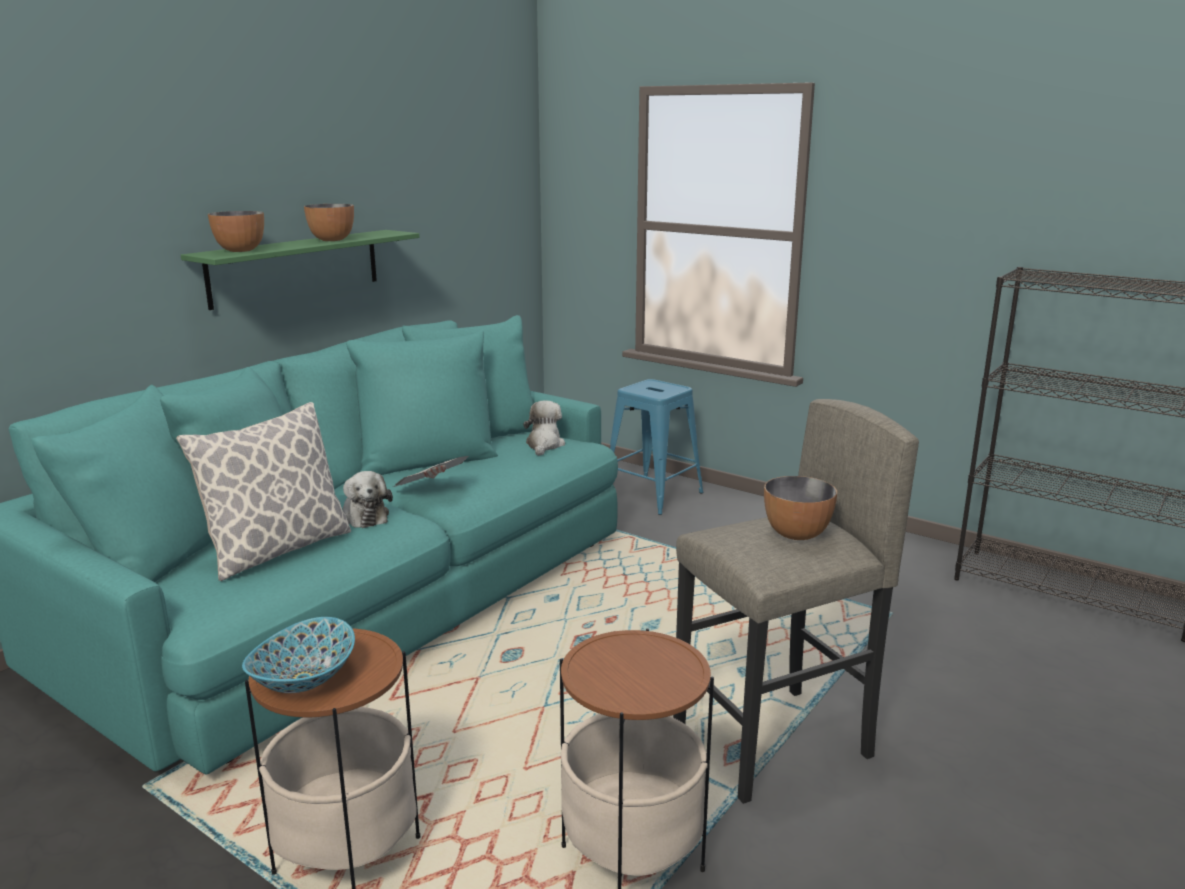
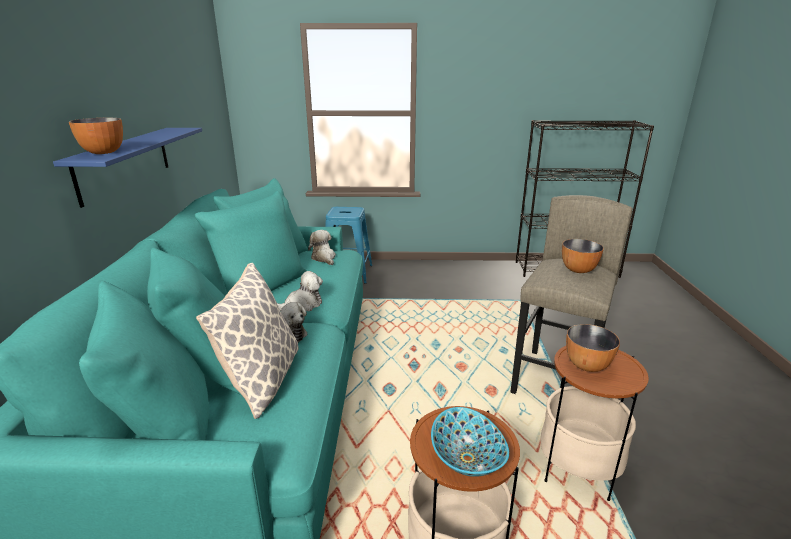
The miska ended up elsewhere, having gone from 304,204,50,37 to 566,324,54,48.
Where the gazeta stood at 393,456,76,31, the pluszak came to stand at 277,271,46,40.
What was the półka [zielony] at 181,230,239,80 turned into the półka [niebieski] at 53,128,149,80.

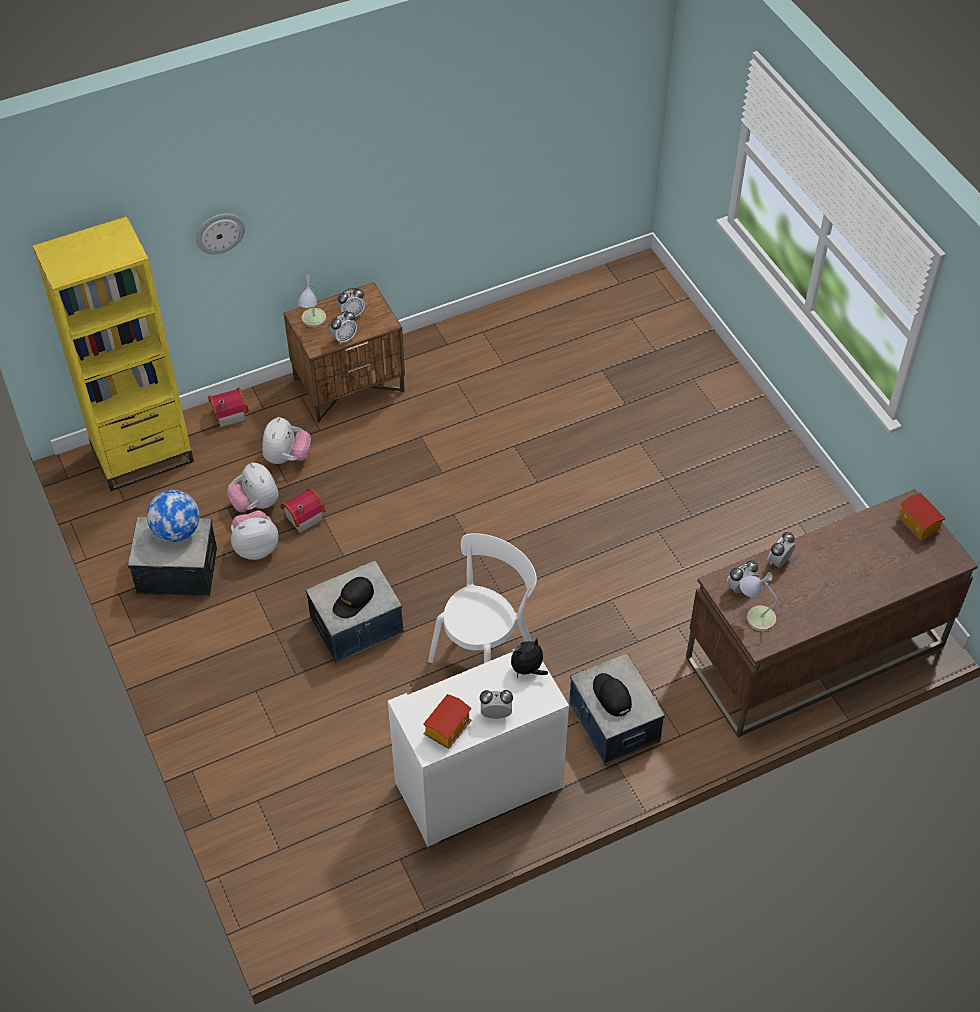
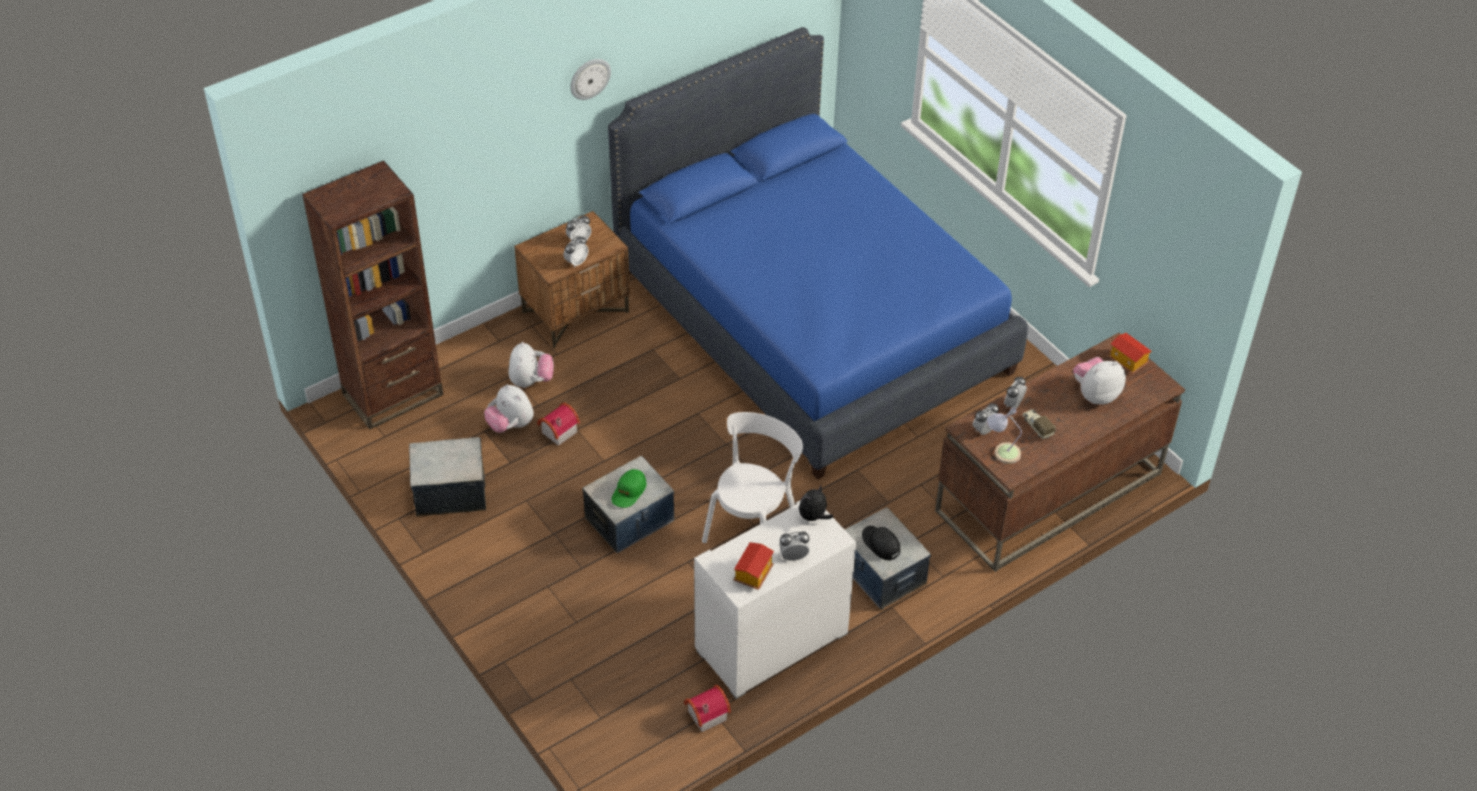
The second view lost the globus at 147,490,53,52.
The second view lost the lampa stołowa at 298,274,28,54.
The second view gained the łóżko [niebieski] at 608,27,420,452.
The second view gained the ciężarówka zabawkowa at 1022,409,34,30.
The zegar ścienny ended up elsewhere, having gone from 196,214,49,40 to 570,59,41,41.
The domek ended up elsewhere, having gone from 208,387,41,40 to 684,685,47,47.
The pluszak ended up elsewhere, having gone from 231,510,48,50 to 1073,357,53,47.
What was the regał [żółty] at 33,216,161,275 turned into the regał [brązowy] at 302,160,141,270.
What was the czapka z daszkiem [czarny] at 333,577,41,41 turned into the czapka z daszkiem [zielony] at 611,469,36,39.

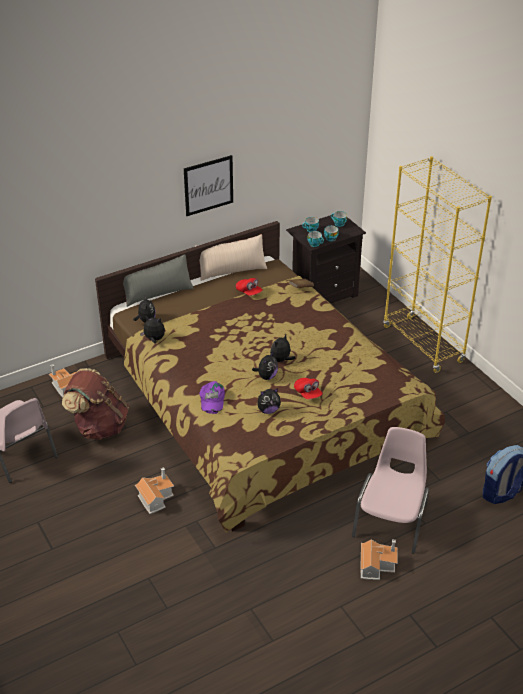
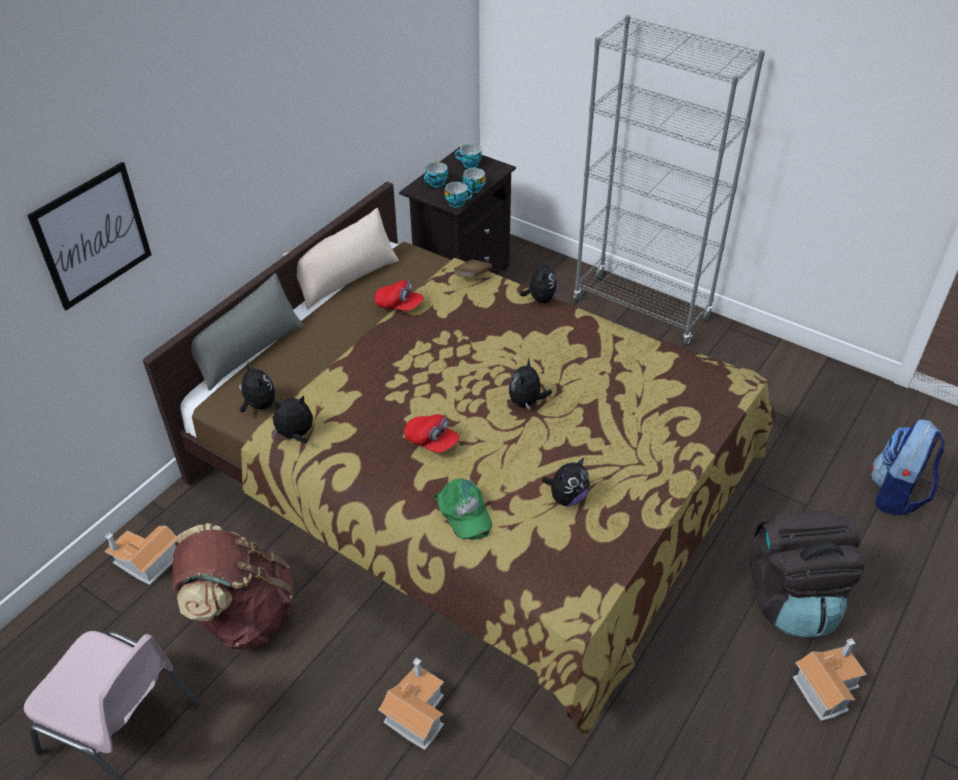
The obraz ended up elsewhere, having gone from 184,155,49,61 to 27,162,125,148.
The pluszak ended up elsewhere, having gone from 252,351,26,29 to 520,259,38,44.
The czapka z daszkiem [czerwony] ended up elsewhere, having gone from 294,378,29,21 to 404,414,55,39.
Where the krzesło [różowy] stood at 352,427,77,127, the plecak [czarny] came to stand at 750,511,115,127.
What was the czapka z daszkiem [fioletowy] at 200,381,25,33 turned into the czapka z daszkiem [zielony] at 433,478,59,62.
What was the regał [żółty] at 383,156,109,217 turned into the regał [szary] at 574,15,191,330.

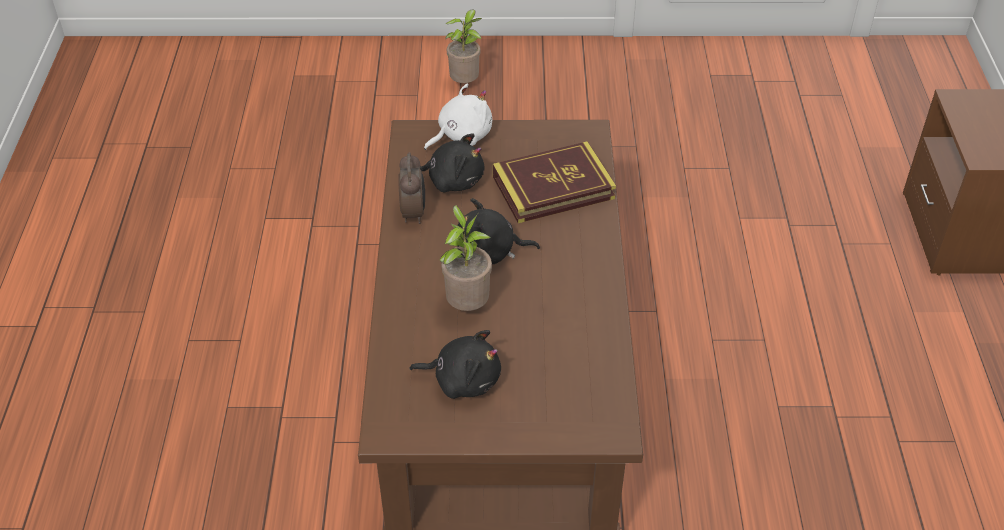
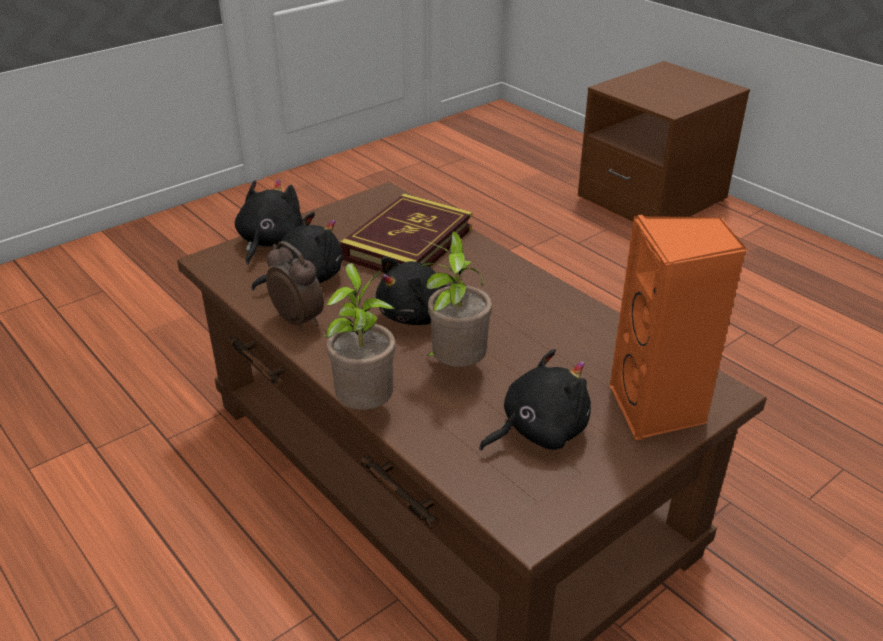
The second view gained the głośnik [pomarańczowy] at 610,215,137,225.
The roślina doniczkowa ended up elsewhere, having gone from 445,9,37,74 to 324,263,71,147.
What was the pluszak [biały] at 424,83,68,67 turned into the pluszak [czarny] at 235,179,68,86.

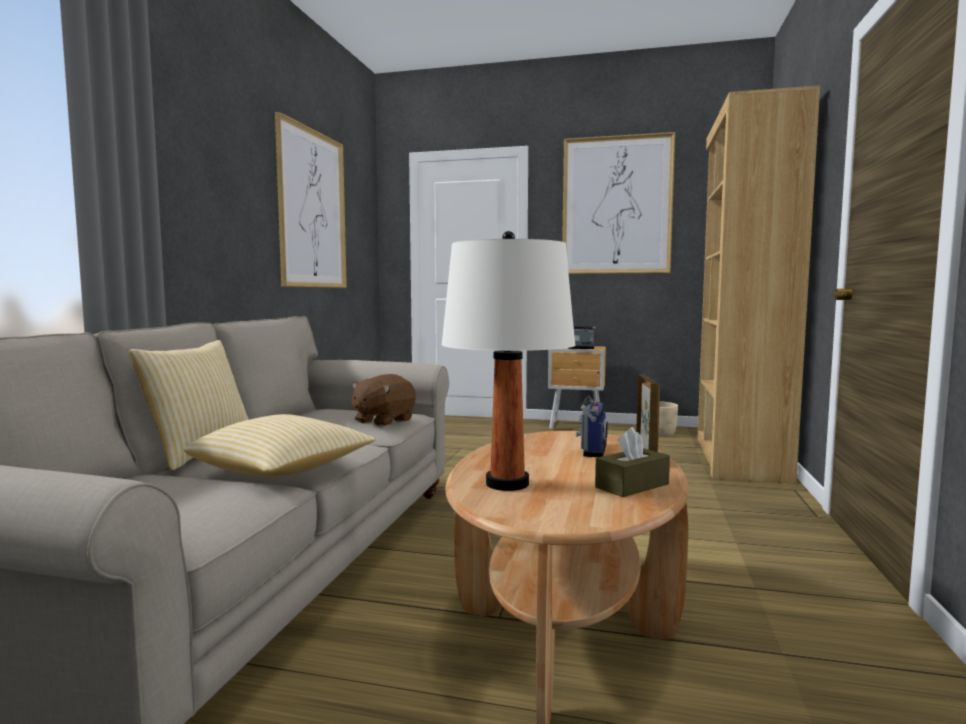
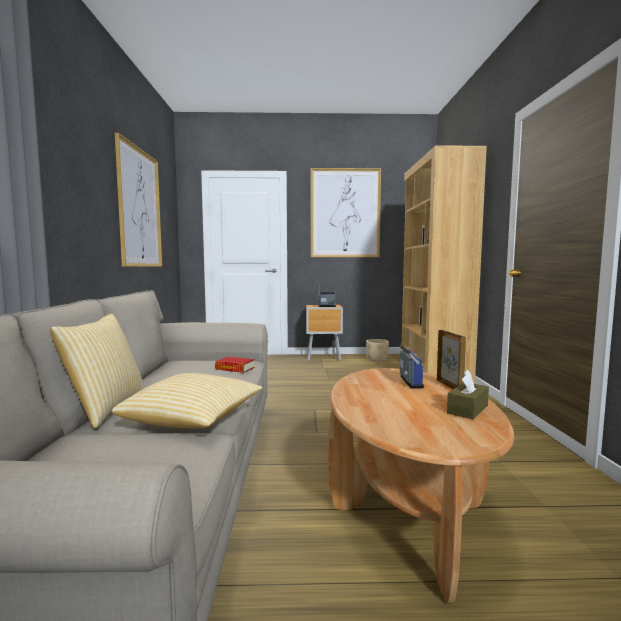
The second view lost the lampa stołowa [biały] at 441,231,134,260.
Where the pluszak [brązowy] stood at 351,374,65,53, the książka came to stand at 215,357,39,16.

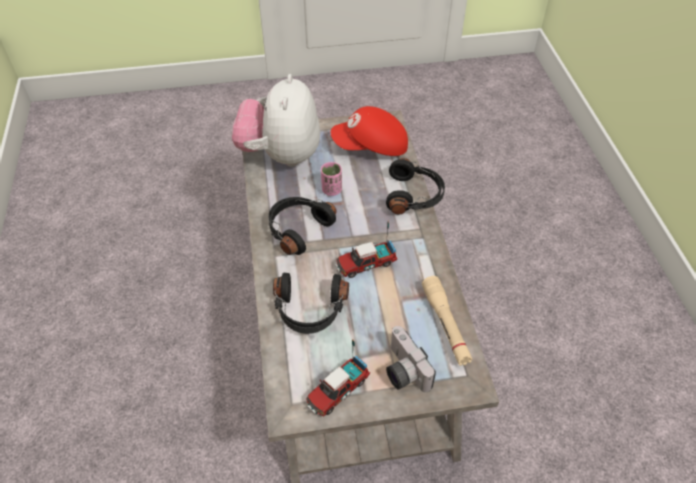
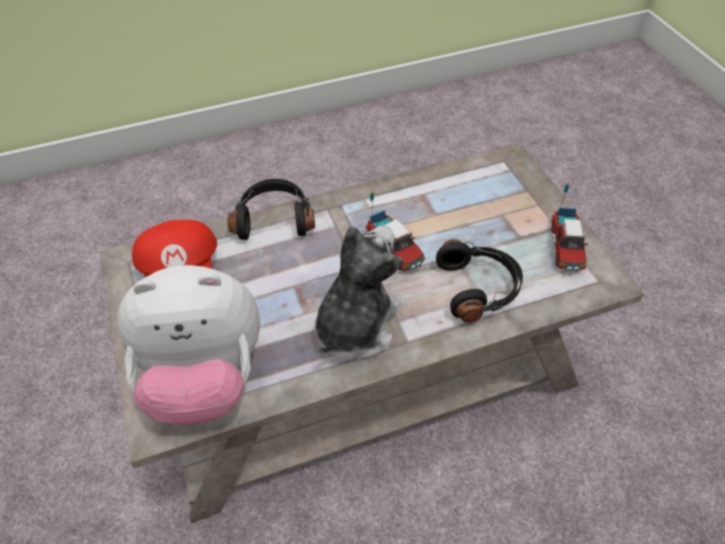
The second view lost the filiżanka [różowy] at 321,162,21,34.
The second view lost the aparat fotograficzny at 386,326,50,66.
The second view lost the latarka [beżowy] at 422,276,50,90.
Where the słuchawki [czarny] stood at 268,197,69,58, the pluszak came to stand at 314,226,89,133.
The ciężarówka zabawkowa at 306,340,64,76 ended up facing another way, 60 degrees clockwise from before.

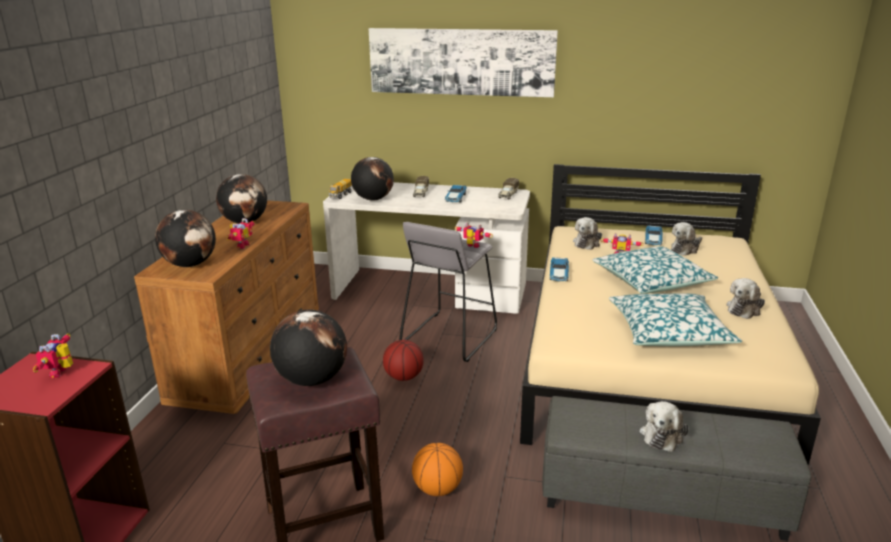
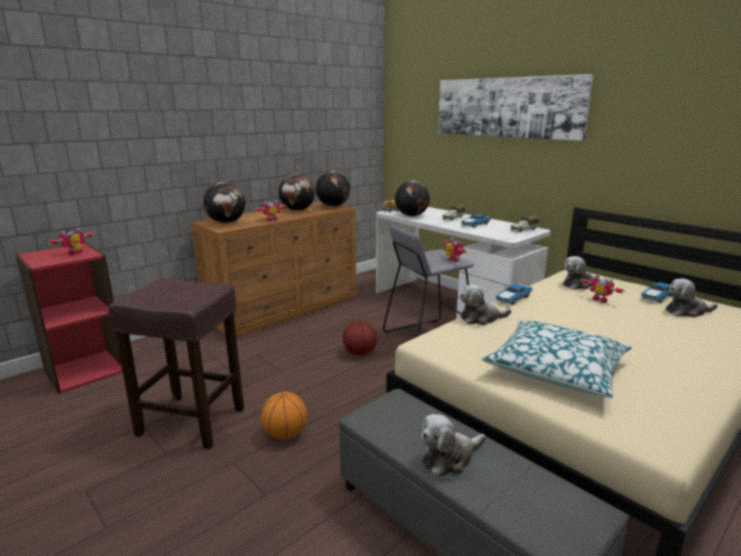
The second view lost the poduszka at 592,246,126,48.
The globus ended up elsewhere, having gone from 270,310,77,76 to 316,171,34,36.
The pluszak ended up elsewhere, having gone from 727,278,38,41 to 460,285,51,40.

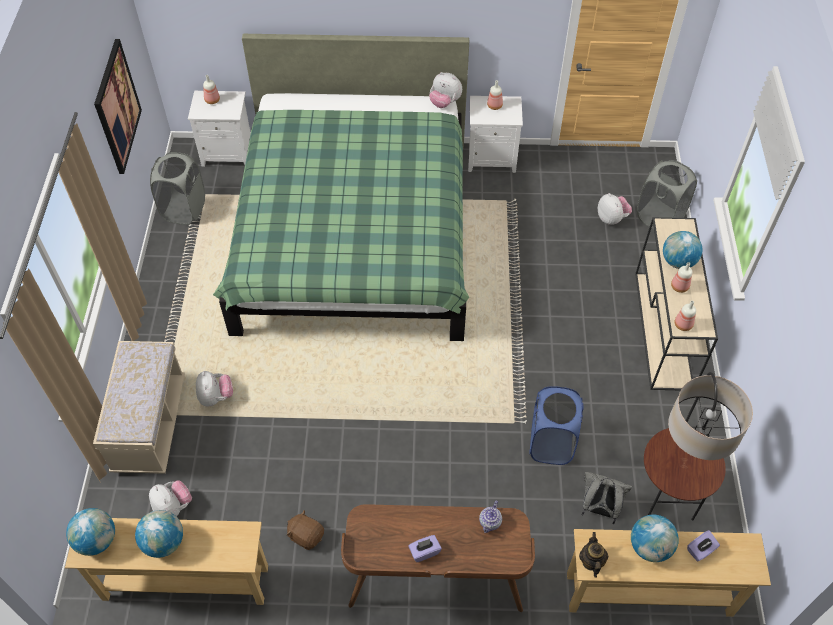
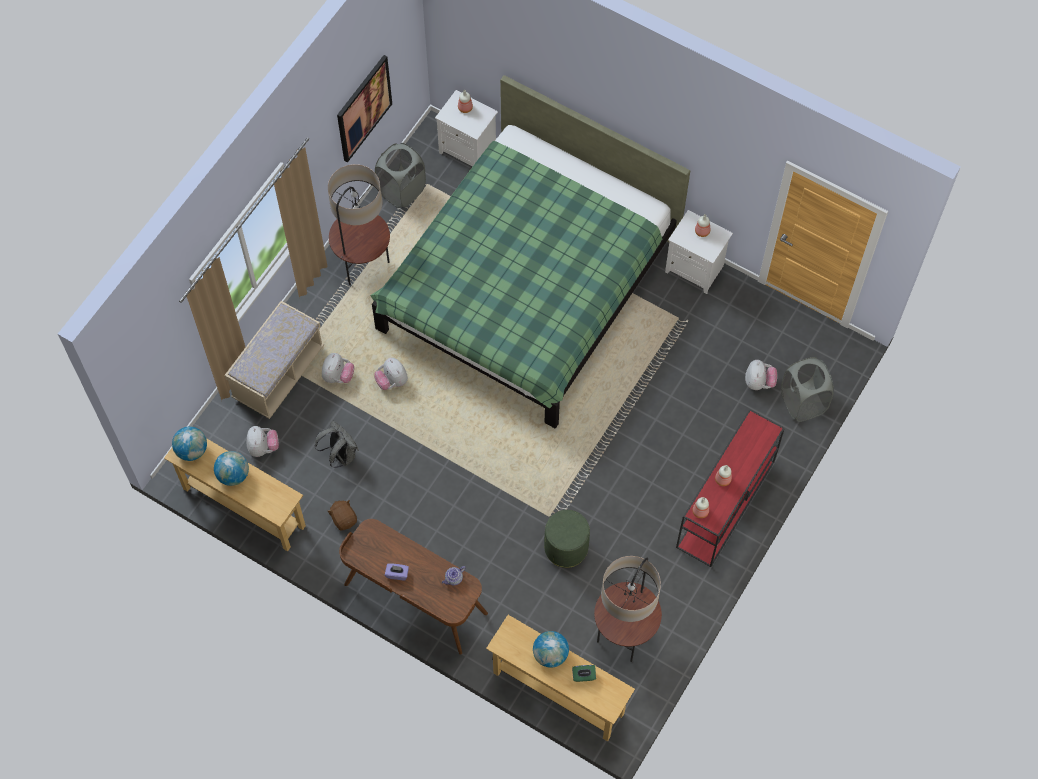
The second view lost the imbryk at 579,532,30,46.
The second view lost the globus at 663,231,39,38.
The second view gained the lampa stojąca at 328,164,62,121.
The pluszak ended up elsewhere, having gone from 429,72,33,36 to 374,358,34,32.
The plecak [szary] ended up elsewhere, having gone from 582,472,50,52 to 315,420,44,48.
Where the kosz na pranie [niebieski] stood at 529,386,55,79, the pufa [zielony] came to stand at 544,510,46,58.
What was the stolik konsolowy [beżowy] at 635,217,83,173 turned into the stolik konsolowy [czerwony] at 676,409,109,158.
What was the pudełko chusteczek [fioletowy] at 687,530,33,31 turned into the pudełko chusteczek [zielony] at 572,665,24,17.

